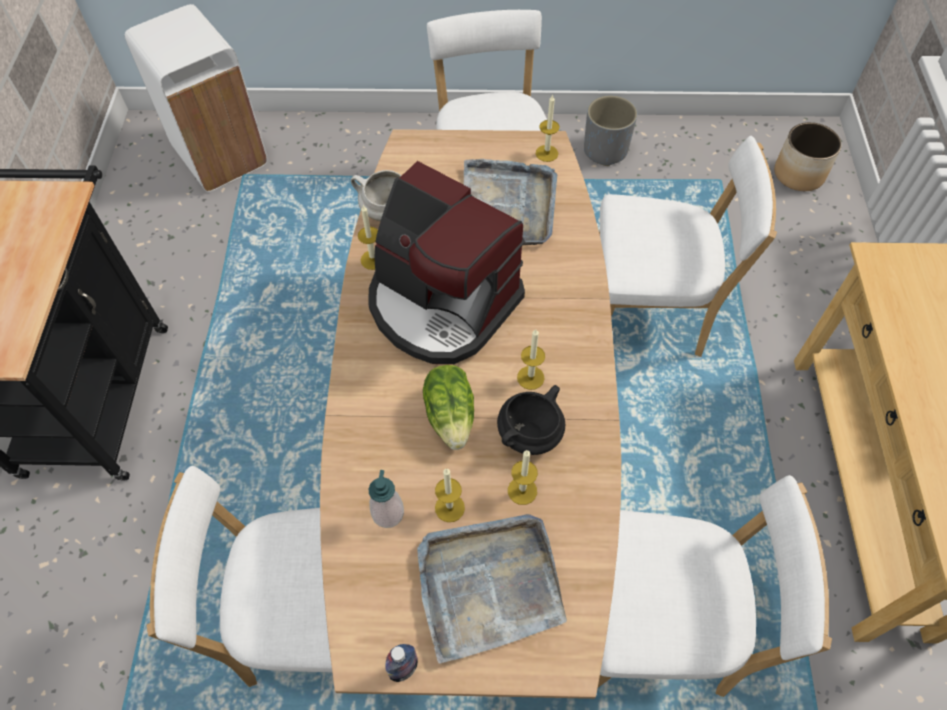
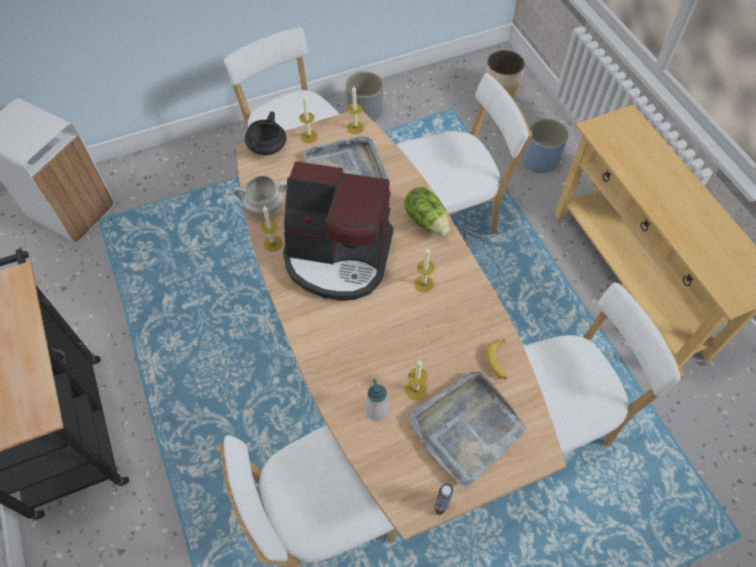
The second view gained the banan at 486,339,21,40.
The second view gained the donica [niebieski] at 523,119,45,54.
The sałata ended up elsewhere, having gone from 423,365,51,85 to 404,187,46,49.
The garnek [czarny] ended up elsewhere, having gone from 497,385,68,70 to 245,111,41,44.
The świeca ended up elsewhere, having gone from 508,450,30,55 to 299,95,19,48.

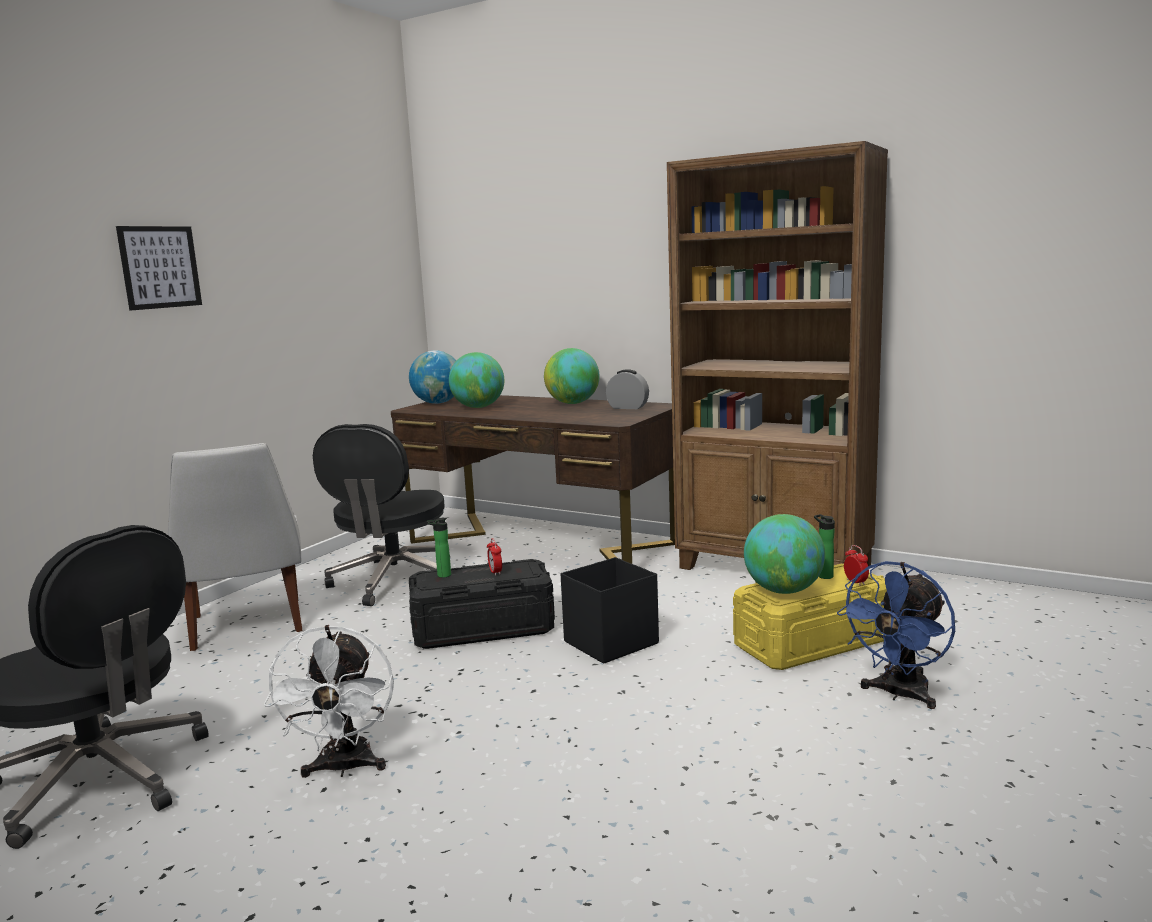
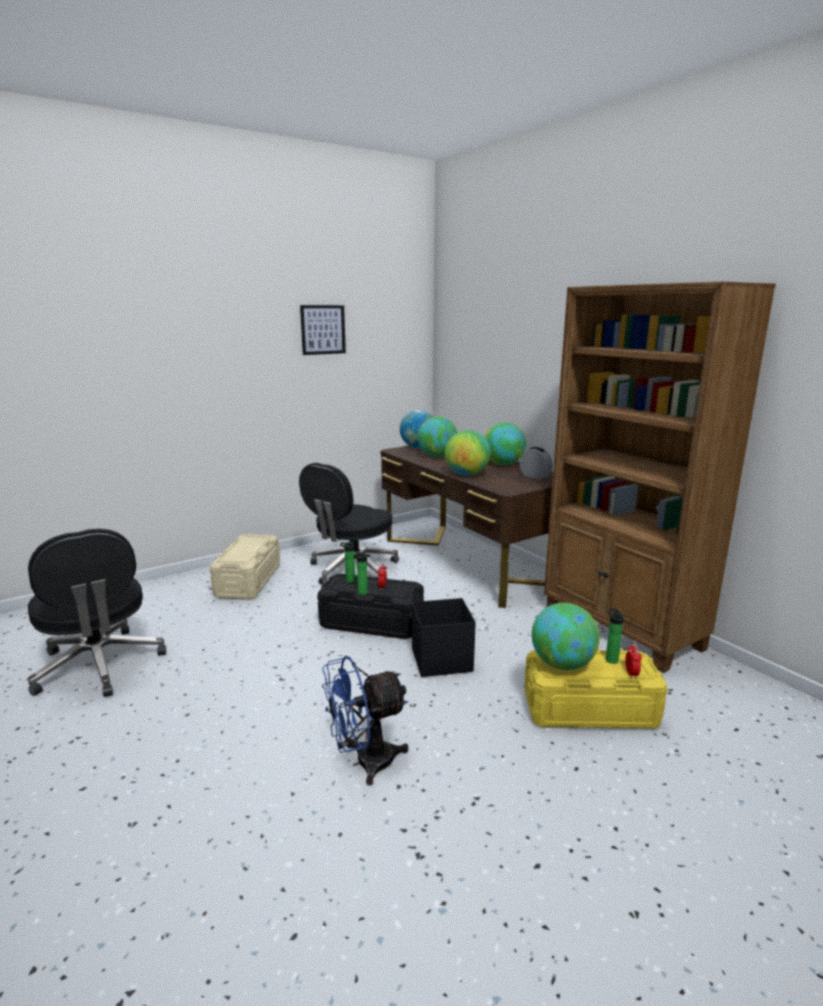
The second view lost the wentylator [biały] at 264,625,130,153.
The second view gained the butelka at 357,552,14,43.
The second view gained the globus at 445,430,46,46.
The obraz ended up elsewhere, having gone from 116,226,86,85 to 300,305,46,50.
The wentylator [niebieski] ended up elsewhere, having gone from 837,561,118,148 to 322,656,86,130.
Where the krzesło [biały] stood at 168,443,135,208, the pojemnik do przechowywania [beżowy] came to stand at 210,533,70,67.

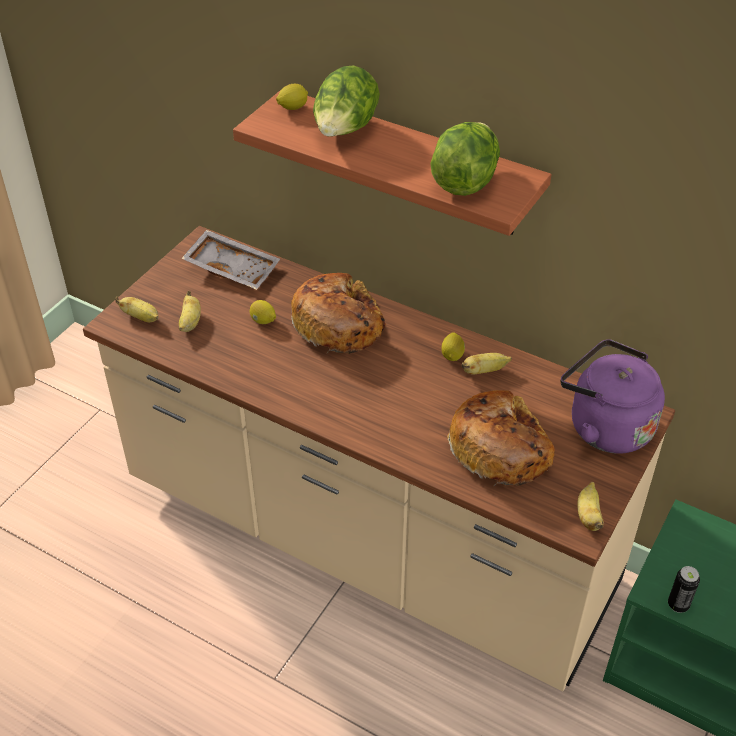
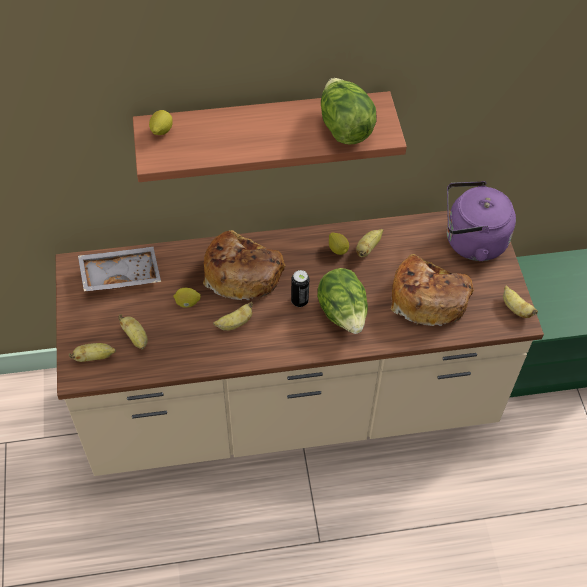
The second view gained the banan at 213,302,40,29.
The sałata ended up elsewhere, having gone from 313,66,67,71 to 317,268,51,66.
The puszka ended up elsewhere, having gone from 668,566,32,47 to 291,270,18,37.

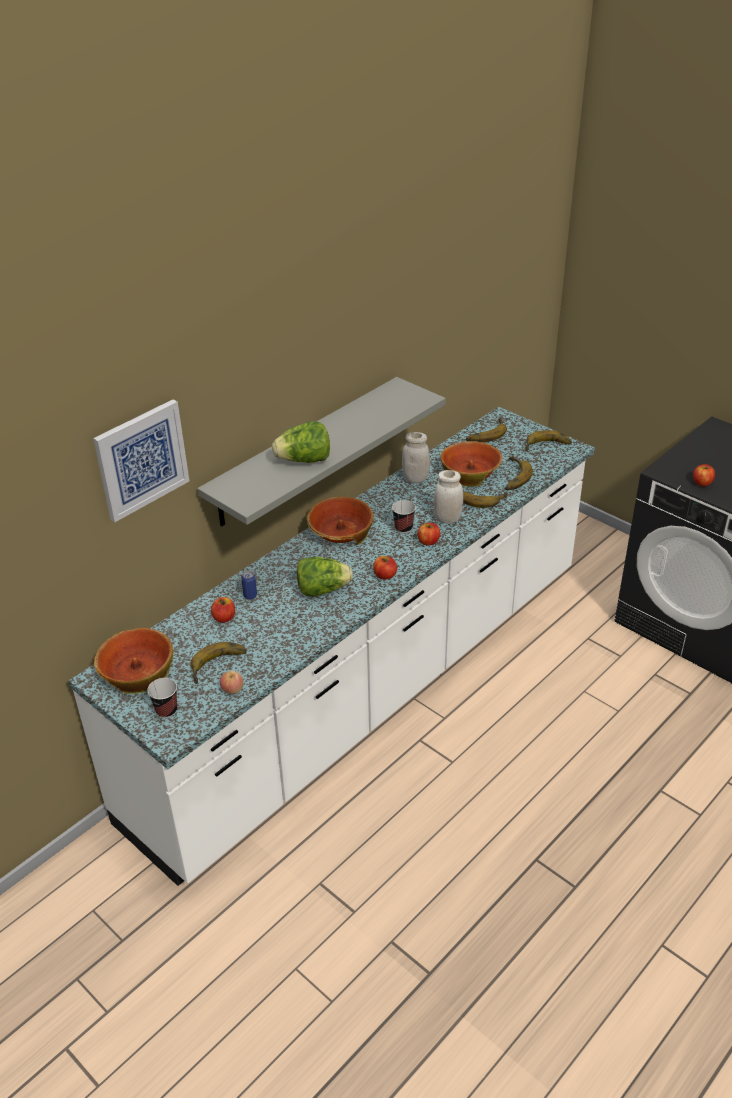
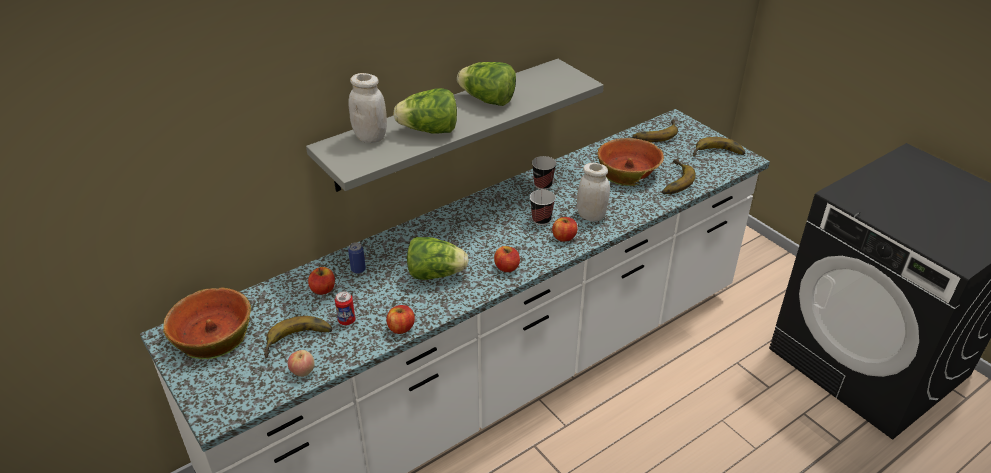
The second view lost the obraz at 93,400,96,122.
The second view lost the miska at 306,497,68,48.
The second view lost the banan at 463,491,45,17.
The second view gained the puszka at 335,291,20,34.
The second view gained the sałata at 457,62,59,44.
The filiżanka ended up elsewhere, having gone from 147,678,30,40 to 532,156,24,34.
The słoik [biały] ended up elsewhere, having gone from 402,432,28,51 to 348,73,39,70.
The jabłko ended up elsewhere, having gone from 693,464,22,22 to 386,305,29,29.

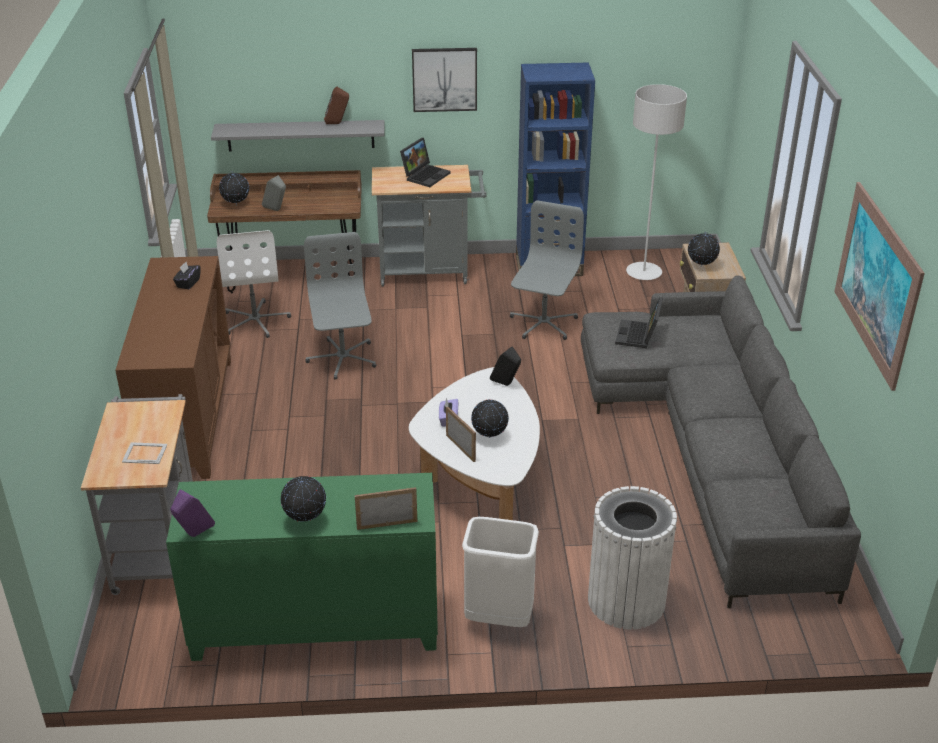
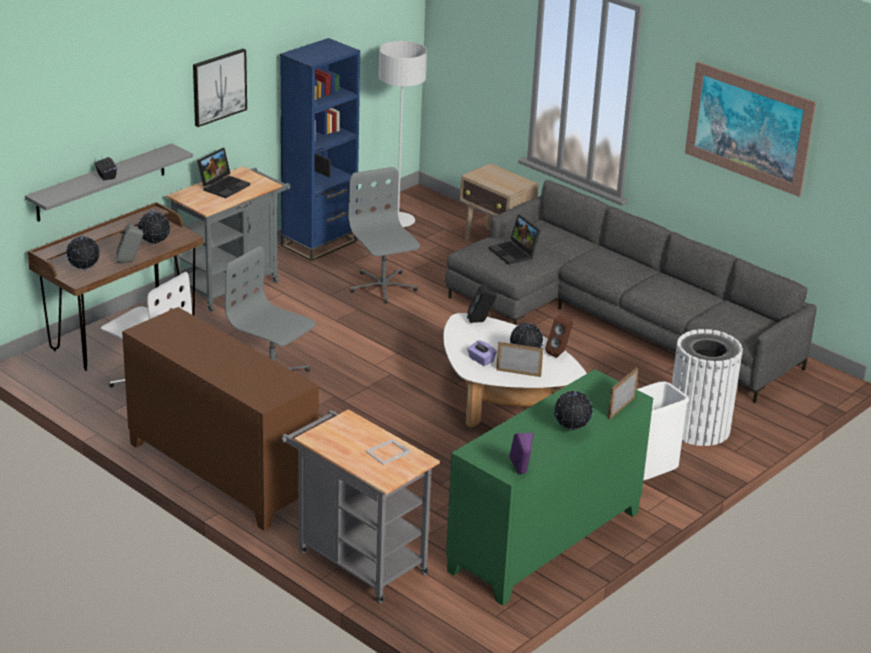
The pudełko chusteczek [czarny] ended up elsewhere, having gone from 173,262,28,27 to 94,156,23,24.
The głośnik [brązowy] ended up elsewhere, having gone from 324,87,25,37 to 545,315,28,43.
The globus ended up elsewhere, having gone from 688,232,32,35 to 138,210,32,36.
The laptop at 400,138,51,49 ended up facing another way, 45 degrees clockwise from before.

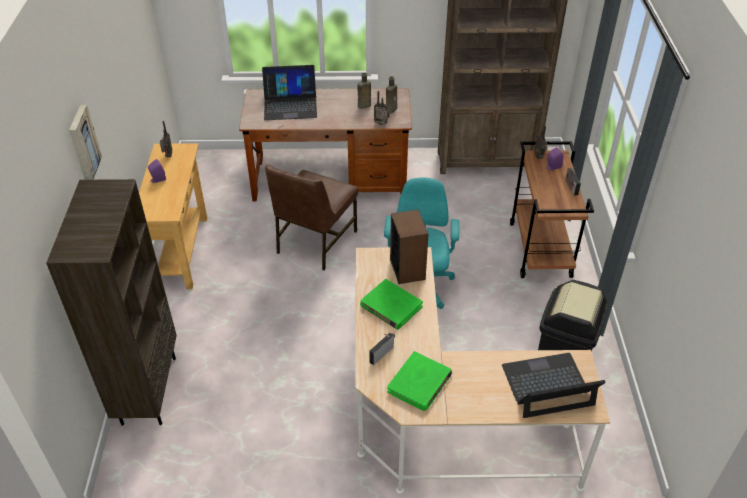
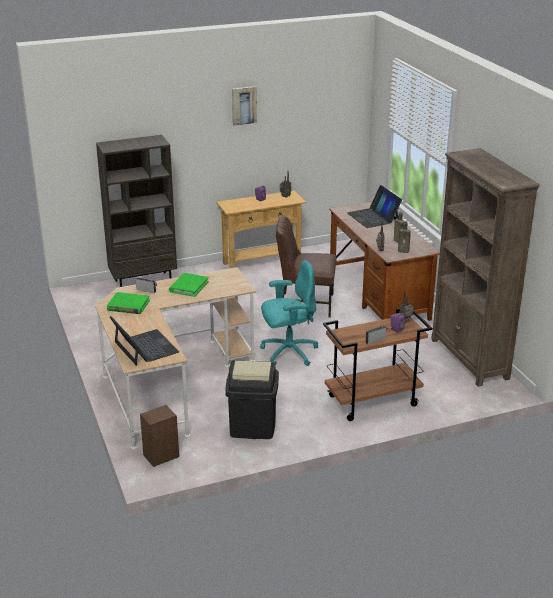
The obraz ended up elsewhere, having gone from 69,105,33,75 to 232,86,25,40.
The głośnik ended up elsewhere, having gone from 390,209,39,75 to 140,405,39,62.

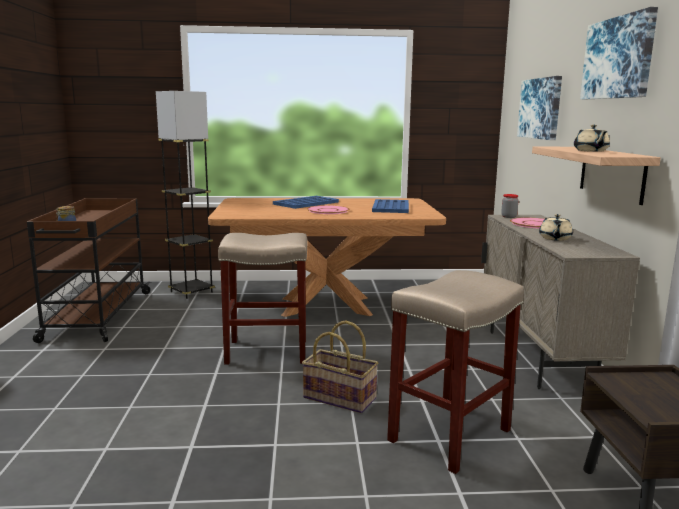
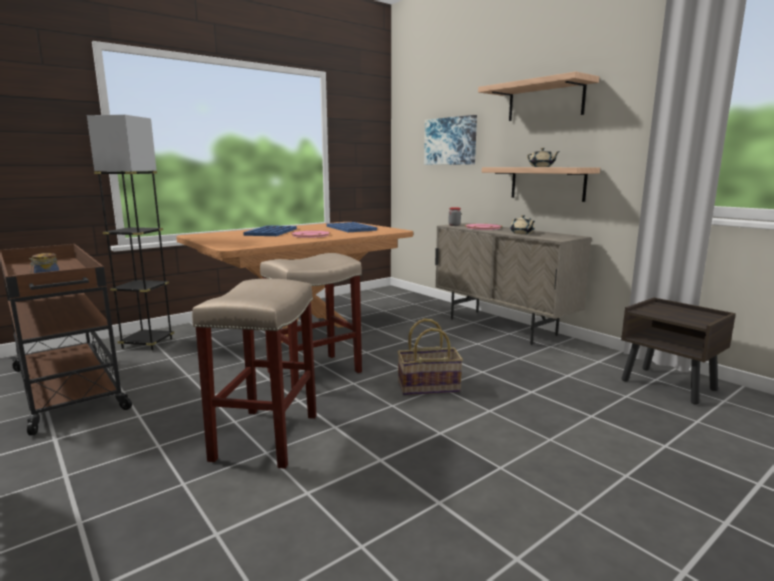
The stołek [beżowy] ended up elsewhere, having gone from 387,270,137,204 to 192,278,125,191.
Where the obraz hung at 580,7,78,92, the półka came to hang at 478,72,121,49.

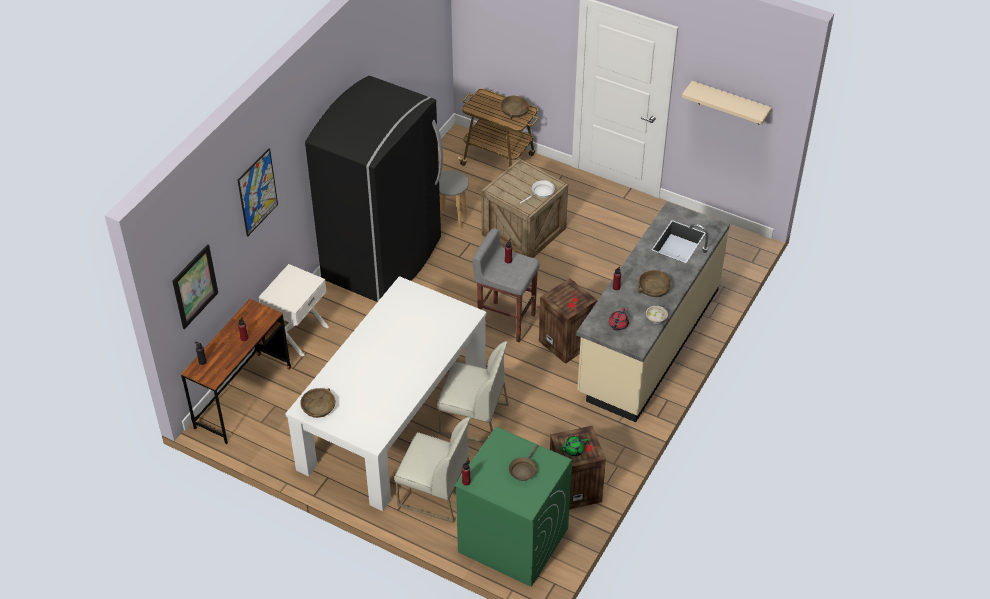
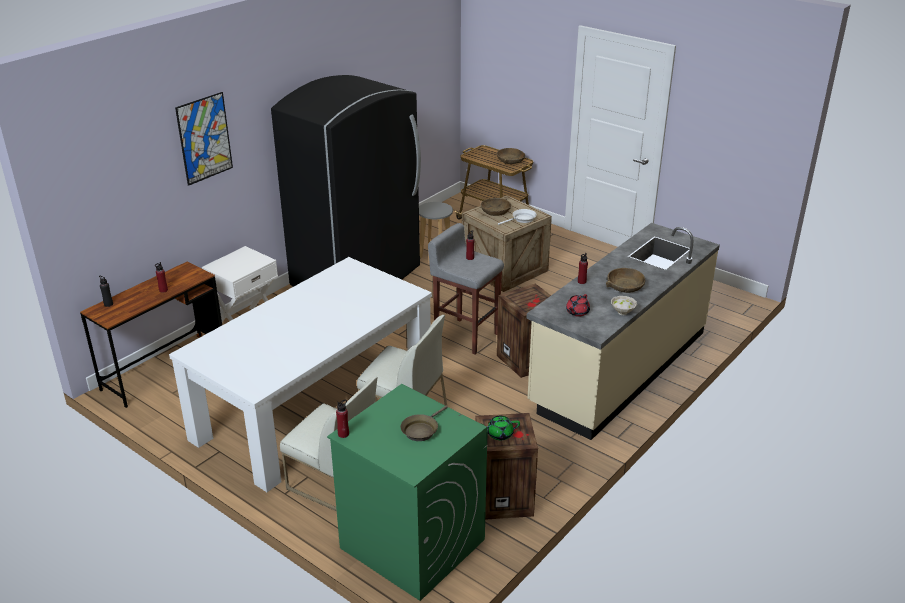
The second view lost the obraz at 172,244,46,85.
The second view lost the półka [beżowy] at 682,81,90,44.
The miska [brązowy] ended up elsewhere, having gone from 300,388,36,30 to 481,198,30,18.

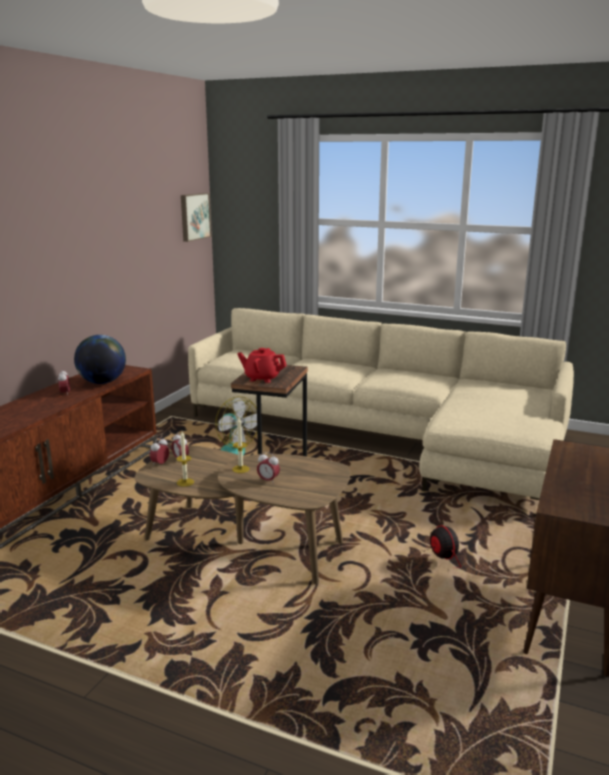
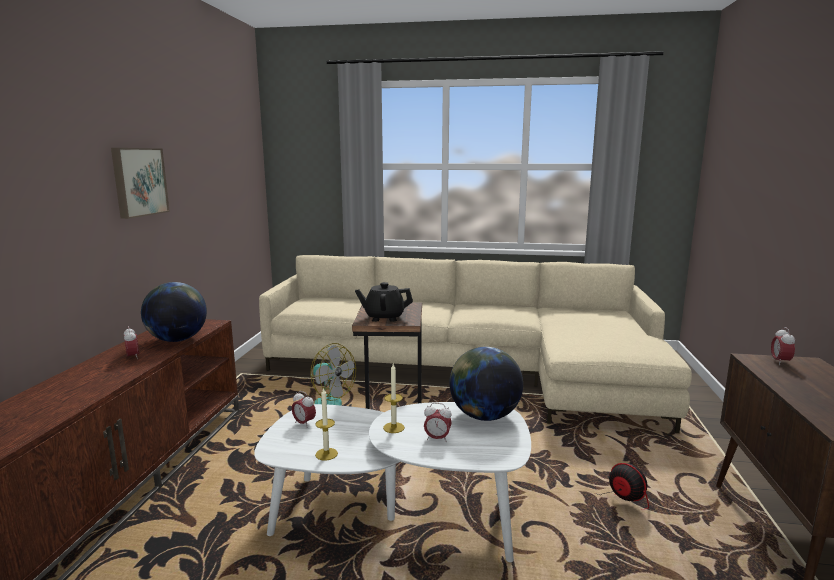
The second view gained the globus at 449,347,74,74.
The budzik ended up elsewhere, having gone from 150,437,19,29 to 771,327,24,38.
The obraz ended up elsewhere, having gone from 181,193,31,49 to 111,148,59,71.
What was the ława [brązowy] at 135,446,216,139 turned into the ława [biały] at 254,402,277,160.
What was the imbryk [czerwony] at 237,348,50,35 turned into the imbryk [czarny] at 355,282,58,40.

